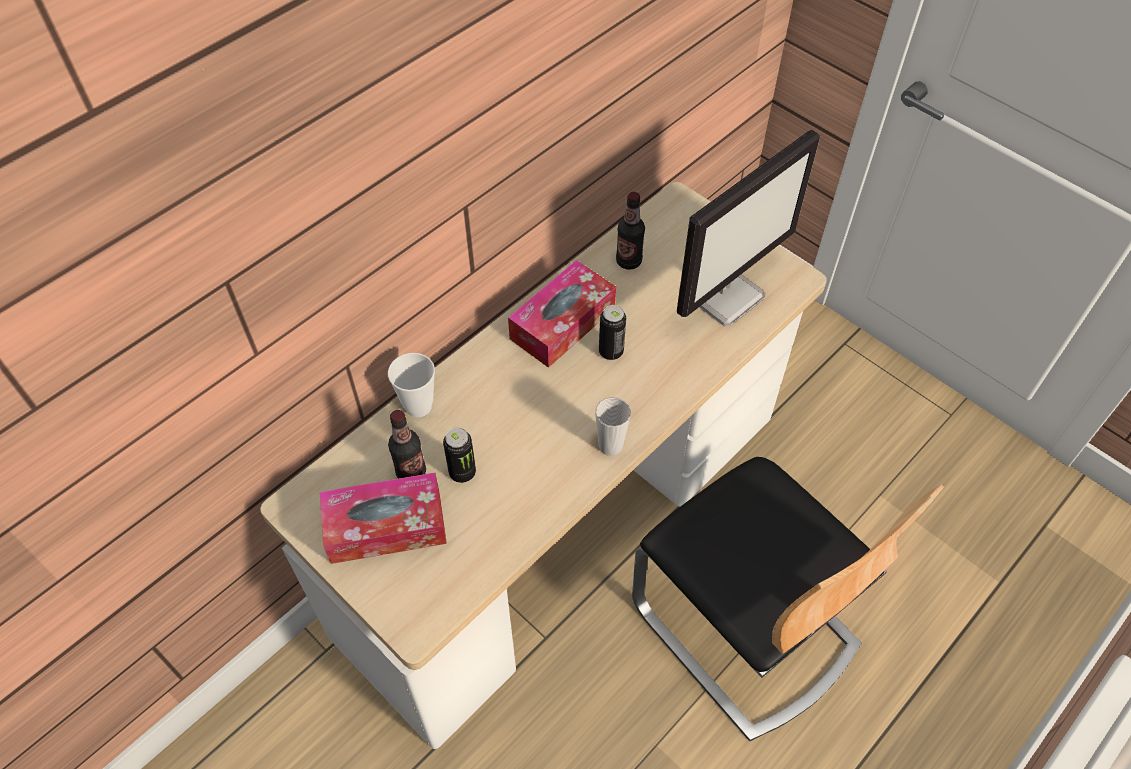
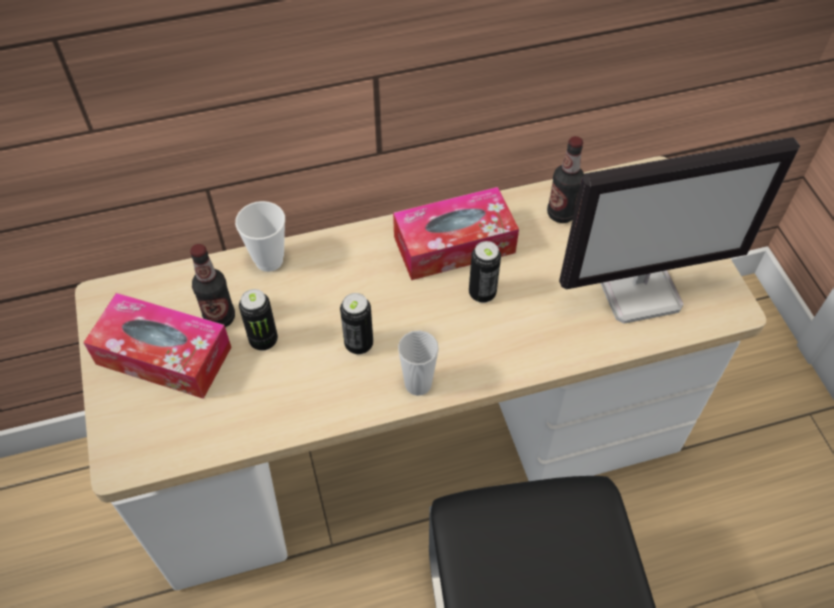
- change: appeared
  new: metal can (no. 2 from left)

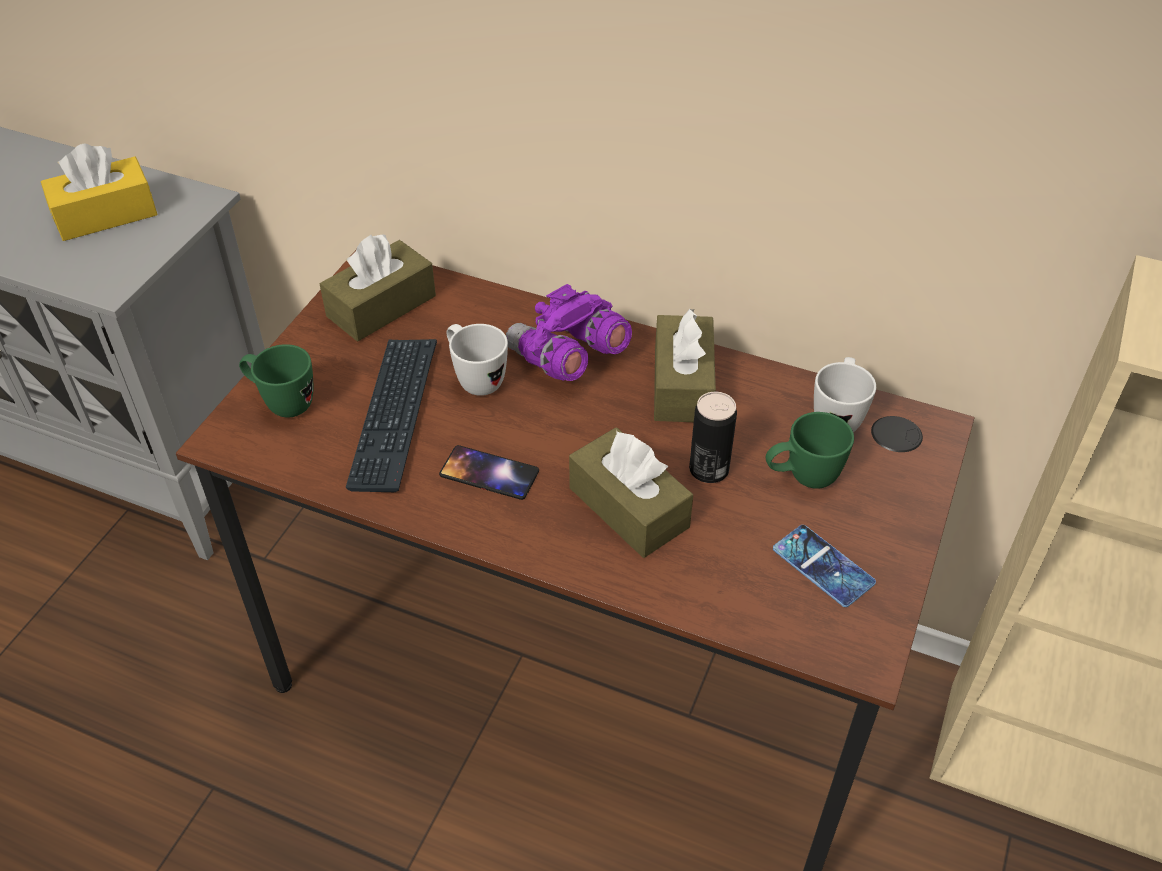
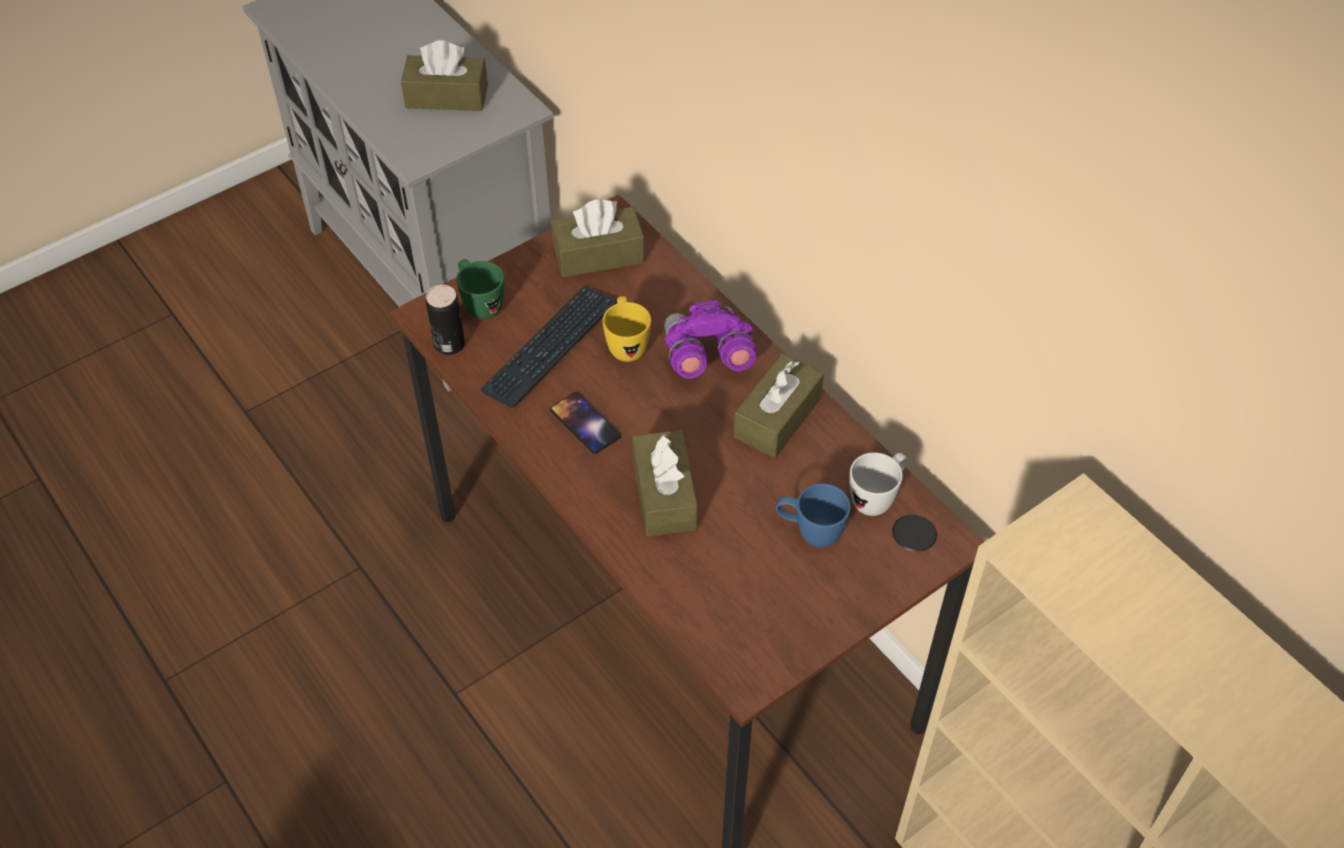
- change: colour
  old: box of tissues (yellow-coloured)
  new: box of tissues (brown) (no. 1 from left)
- change: colour
  old: coffee mug (whitish) (no. 1 from left)
  new: coffee mug (yellow-coloured)
- change: relocated
  old: metal can
- change: colour
  old: coffee mug (green) (no. 2 from left)
  new: coffee mug (blue-coloured)
- change: missing
  old: telephone (no. 2 from left)

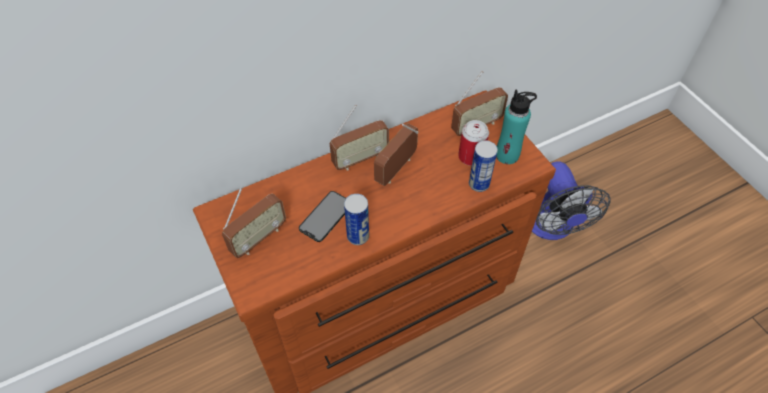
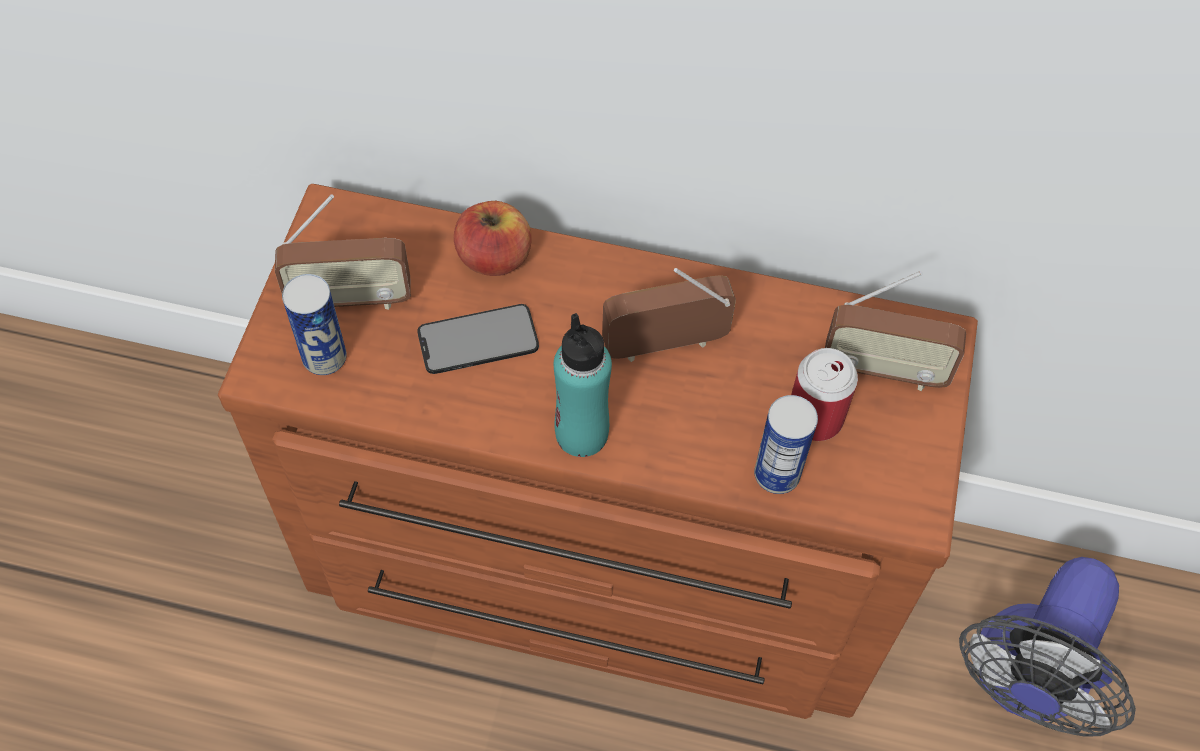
- change: relocated
  old: drink bottle (turquoise)
- change: missing
  old: radio (no. 2 from left)
- change: relocated
  old: metal can (no. 1 from left)
- change: appeared
  new: apple

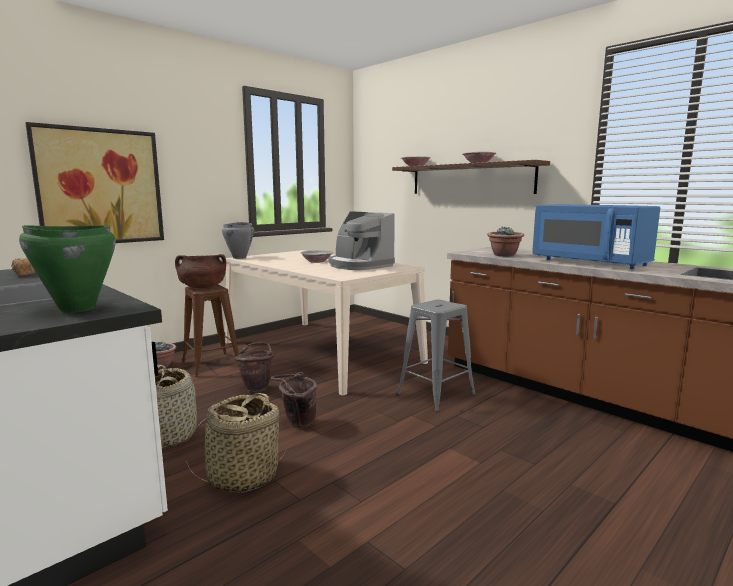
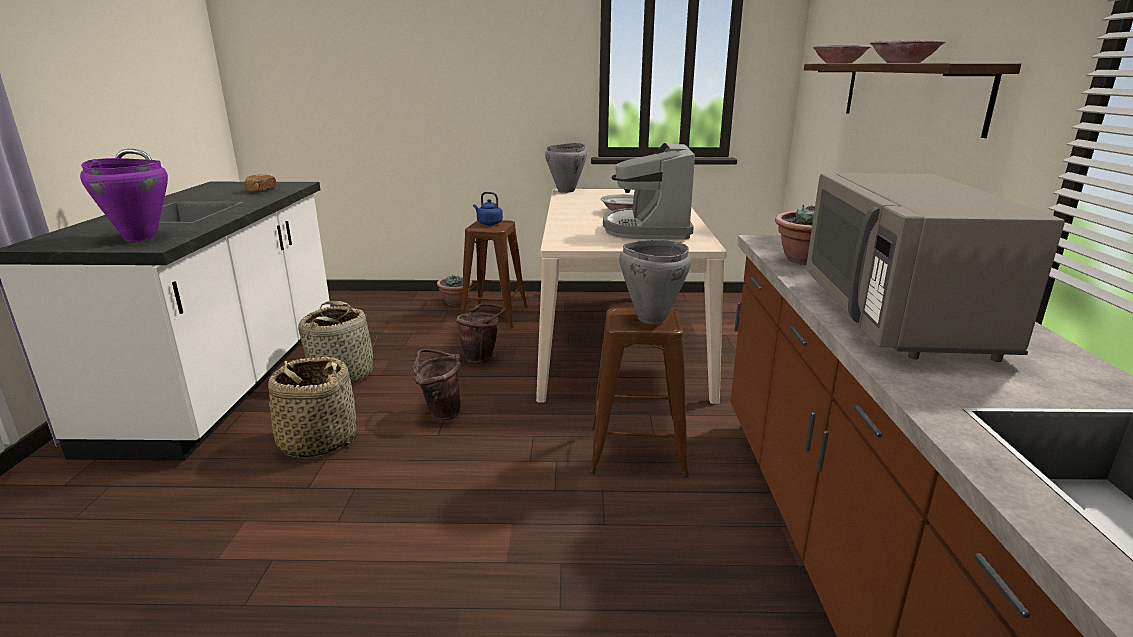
- change: missing
  old: wall art
- change: colour
  old: kitchen microwave (blue-coloured)
  new: kitchen microwave (greyish)
- change: colour
  old: stockpot (green)
  new: stockpot (purple)
- change: exchanged
  old: stockpot (brown)
  new: tea kettle (blue-coloured)
- change: colour
  old: stool seat (greyish)
  new: stool seat (brown) (no. 2 from left)
- change: appeared
  new: stockpot (greyish) (no. 2 from left)

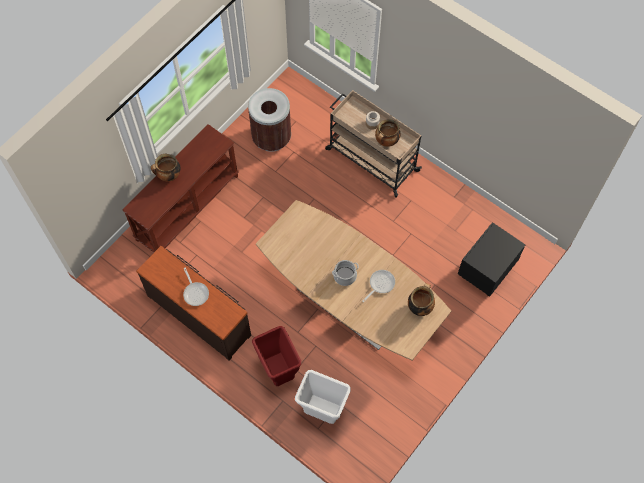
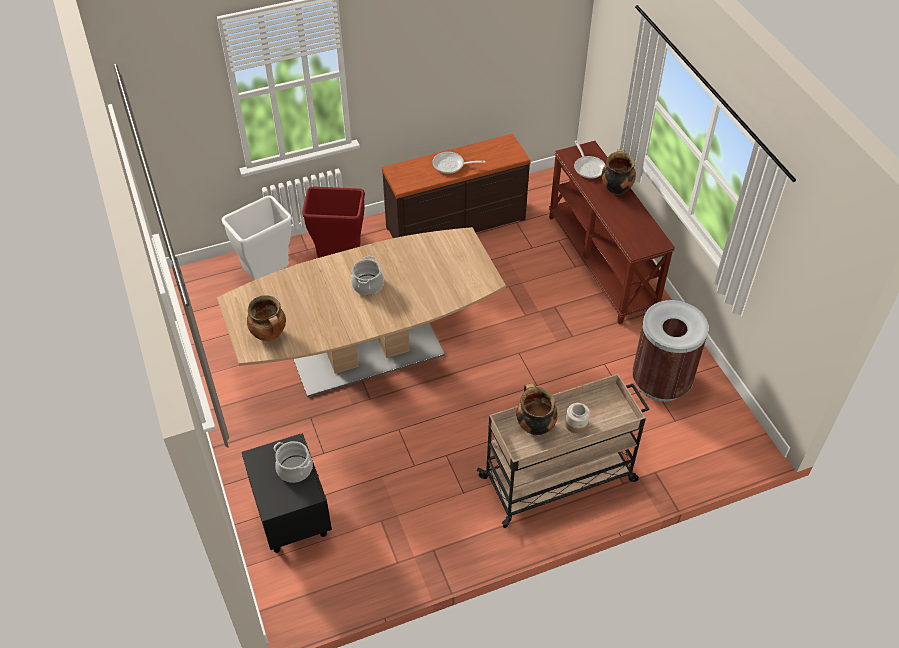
- change: relocated
  old: skillet (no. 2 from left)
- change: appeared
  new: stockpot (no. 2 from left)

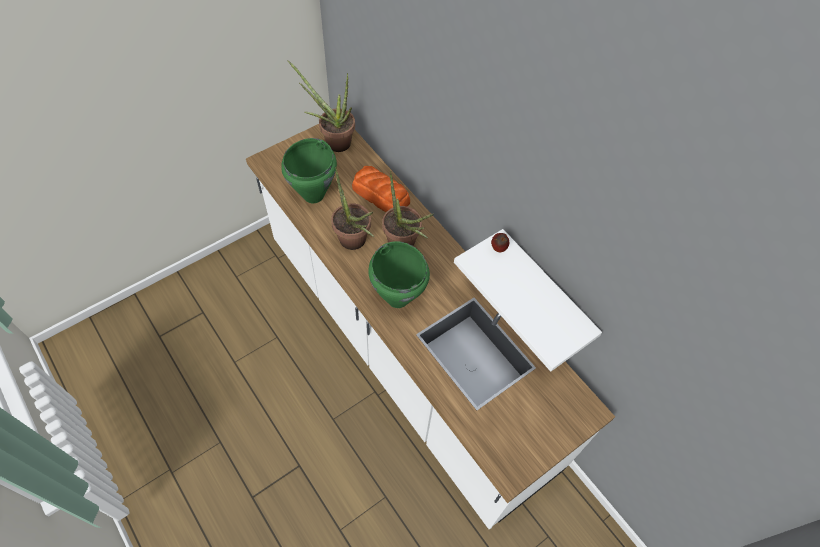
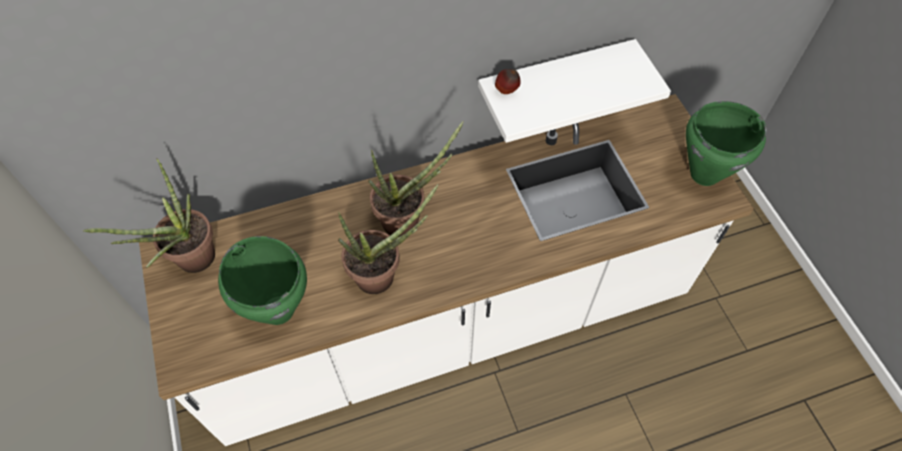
- change: missing
  old: baked bread
- change: relocated
  old: stockpot (green) (no. 2 from left)

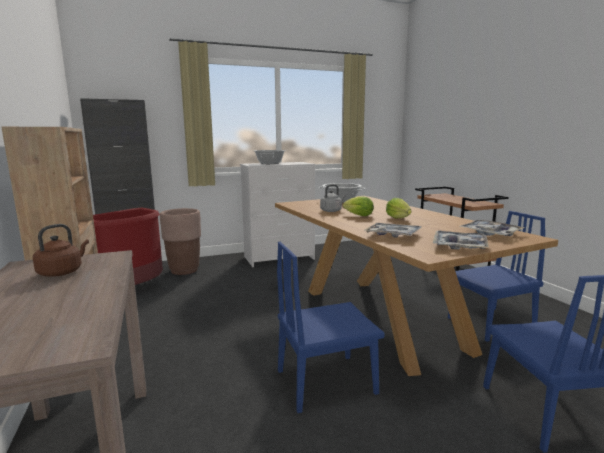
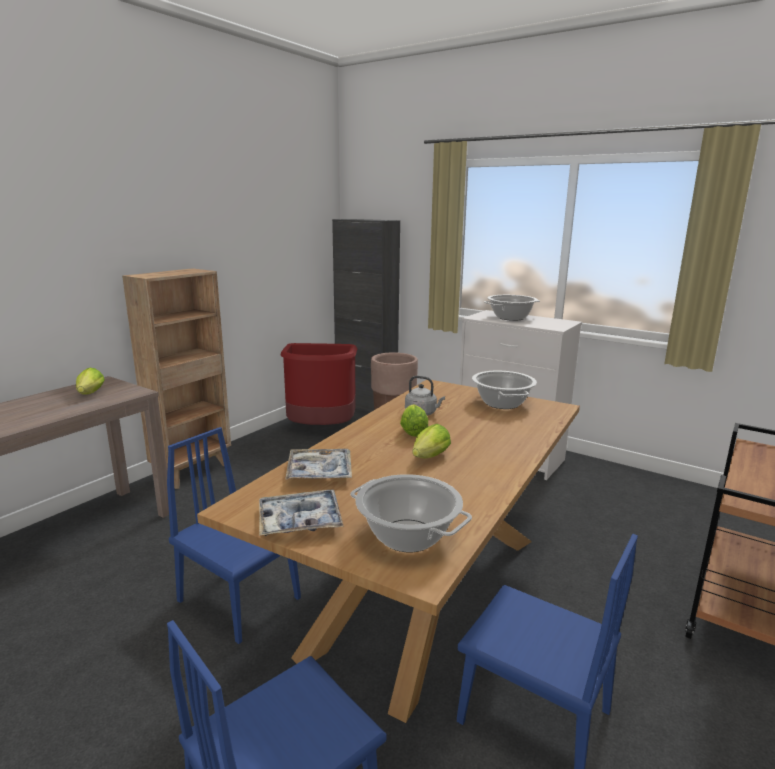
- change: exchanged
  old: serving tray (no. 3 from left)
  new: stockpot (no. 1 from left)
- change: exchanged
  old: tea kettle (brown)
  new: lettuce (no. 1 from left)

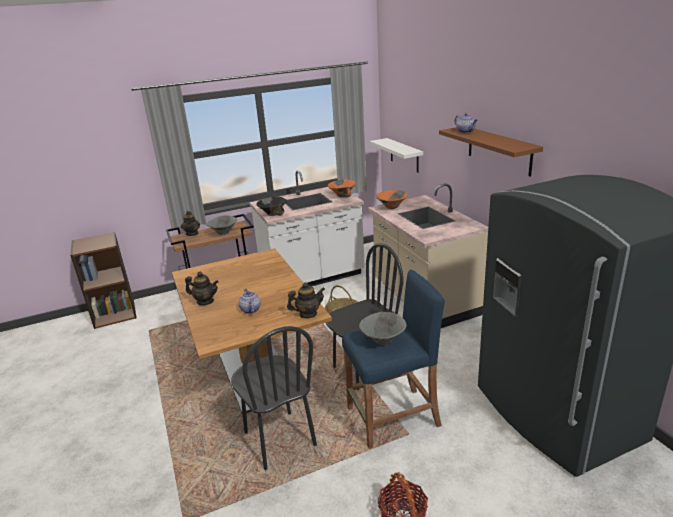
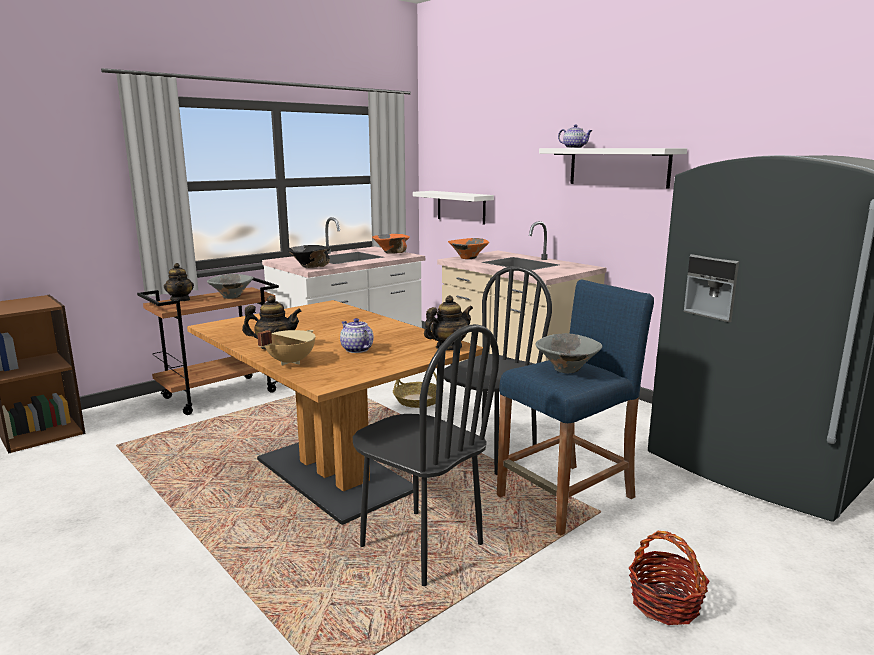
- change: colour
  old: wall shelf (brown)
  new: wall shelf (whitish) (no. 2 from left)
- change: appeared
  new: stockpot (beige-coloured)

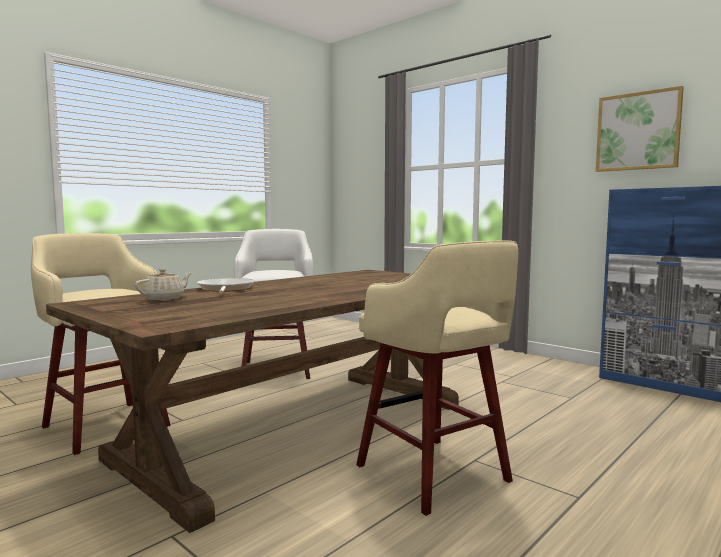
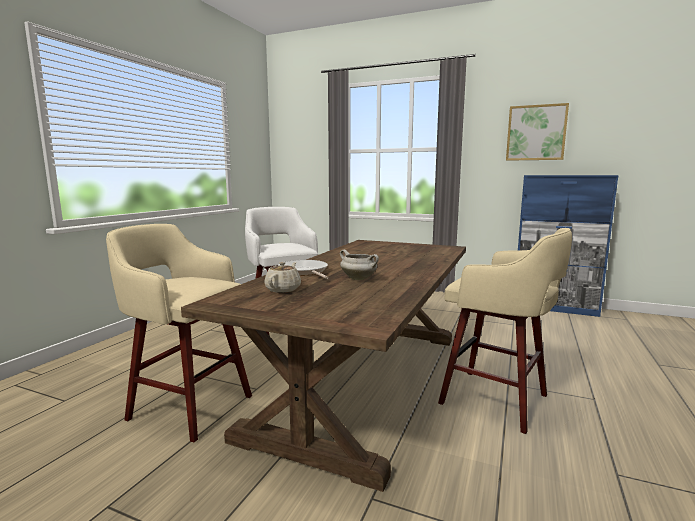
- change: appeared
  new: stockpot (whitish)

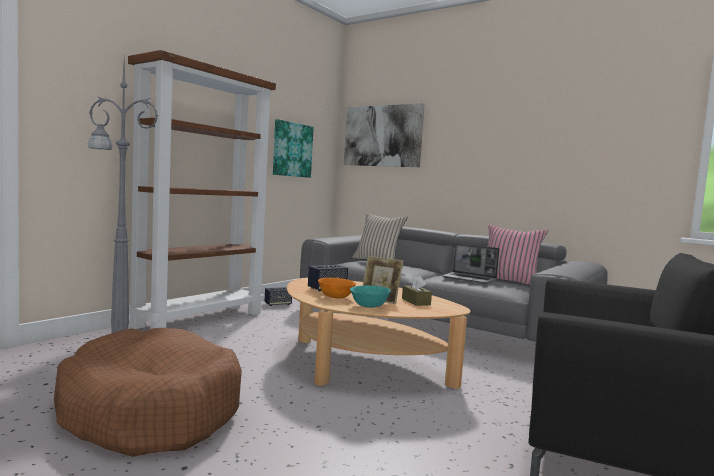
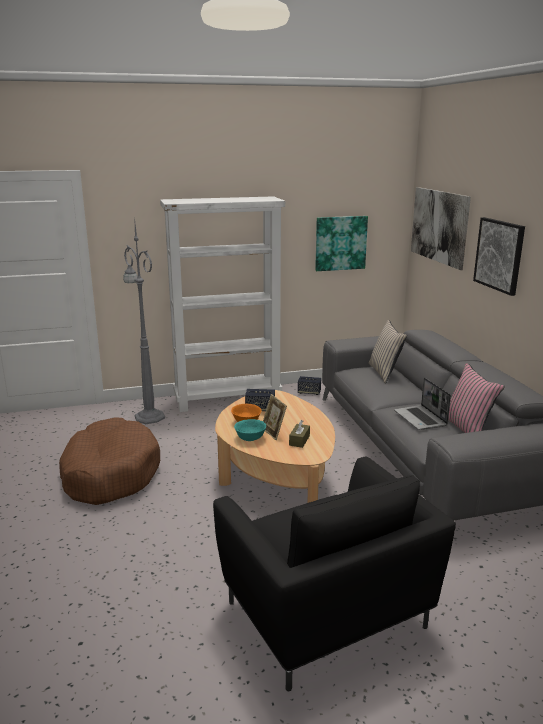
- change: colour
  old: bookcase (brown)
  new: bookcase (whitish)
- change: appeared
  new: wall art (no. 3 from left)

